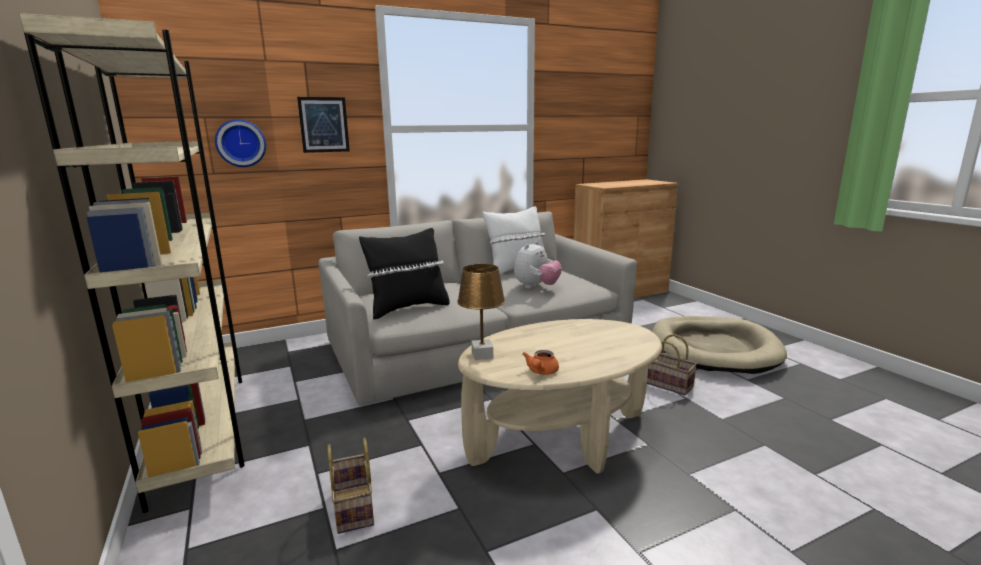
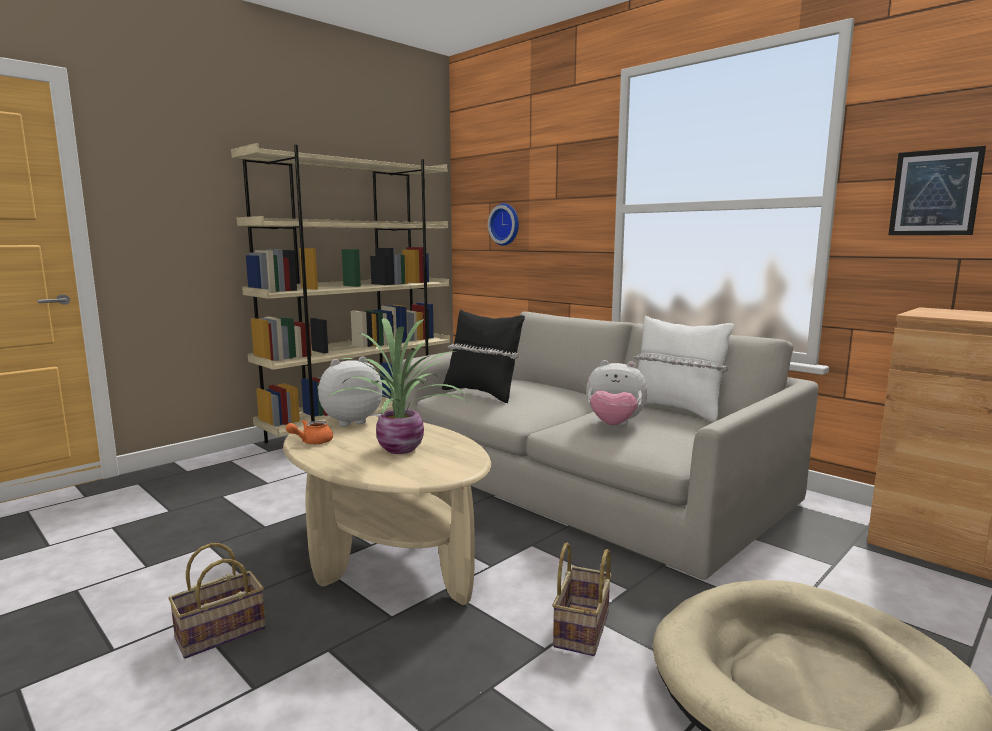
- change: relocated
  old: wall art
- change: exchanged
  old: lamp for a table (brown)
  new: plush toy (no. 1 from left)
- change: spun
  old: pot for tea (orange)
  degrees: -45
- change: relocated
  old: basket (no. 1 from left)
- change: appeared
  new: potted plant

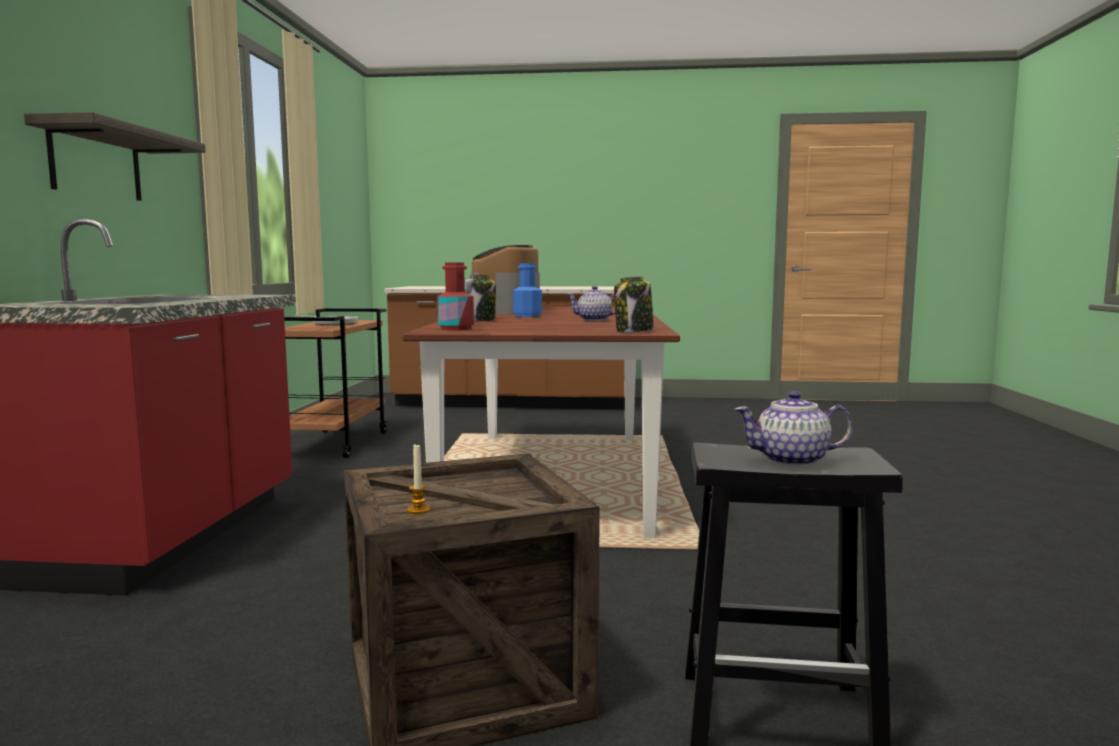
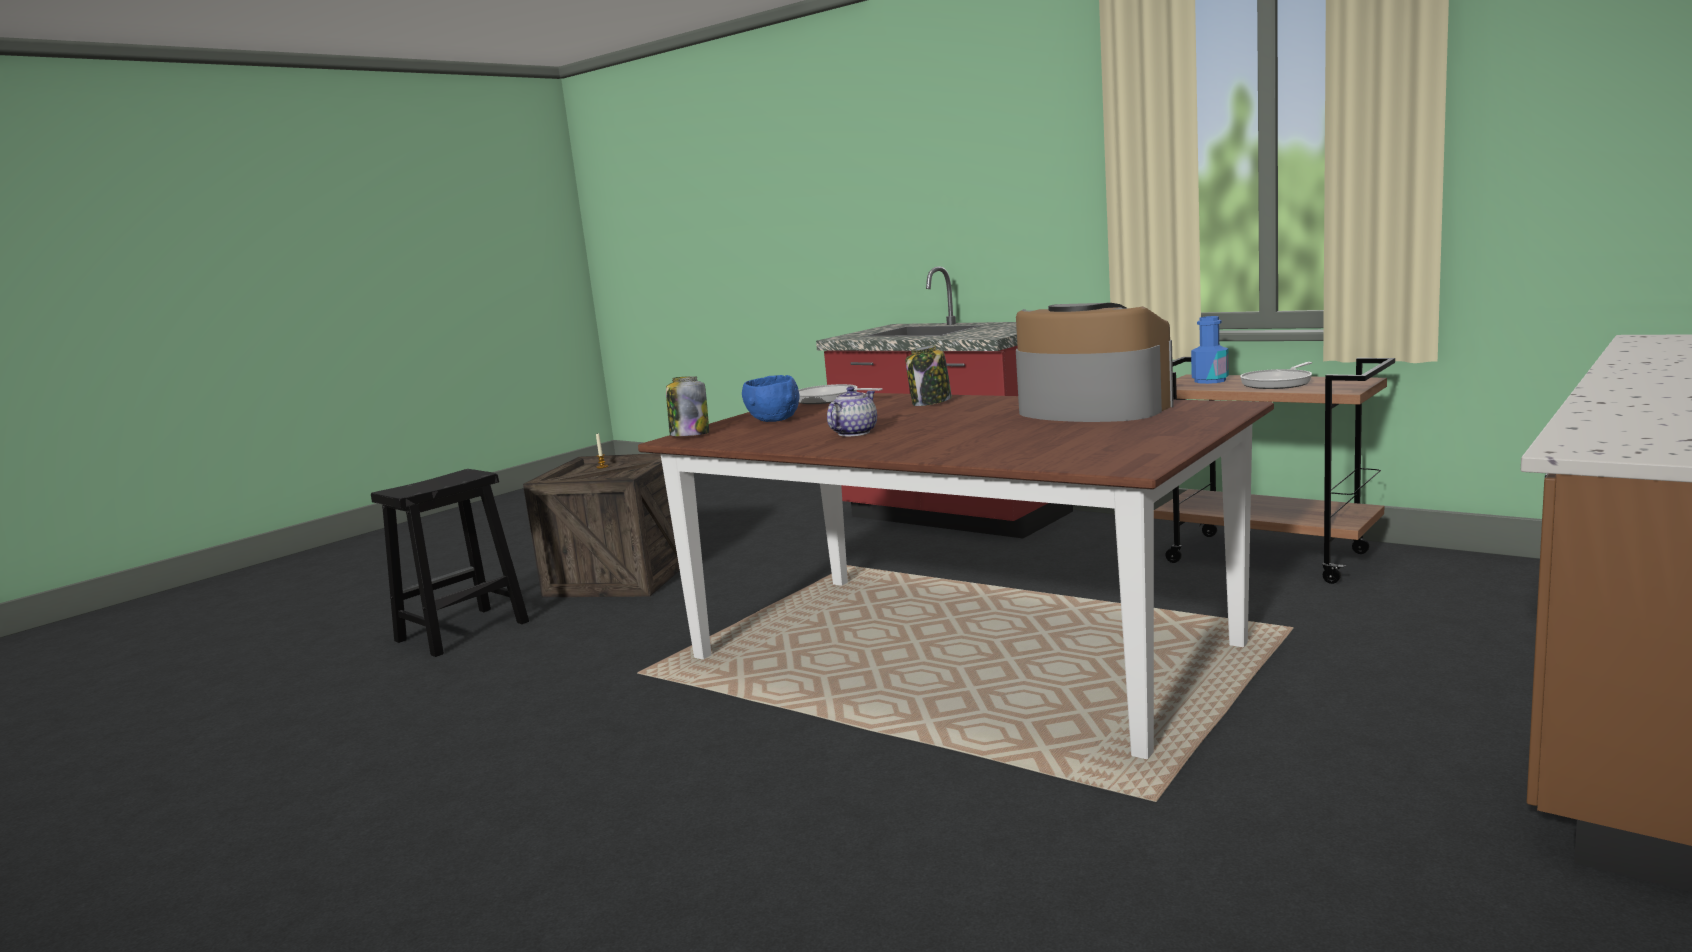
- change: missing
  old: wall shelf
- change: exchanged
  old: drink bottle (red-coloured)
  new: skillet (no. 1 from left)
- change: relocated
  old: drink bottle (blue-coloured)
- change: missing
  old: pot for tea (no. 2 from left)
- change: appeared
  new: serving bowl (blue-coloured)

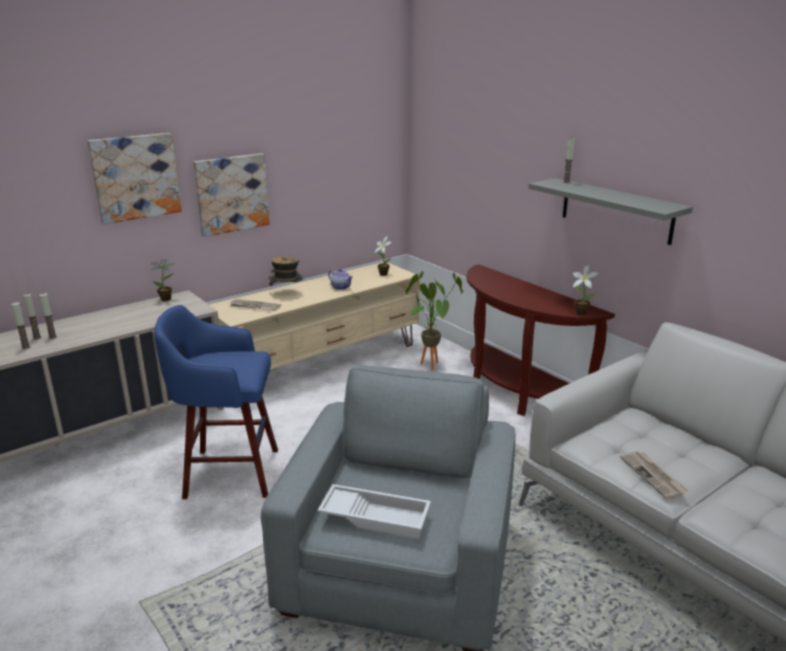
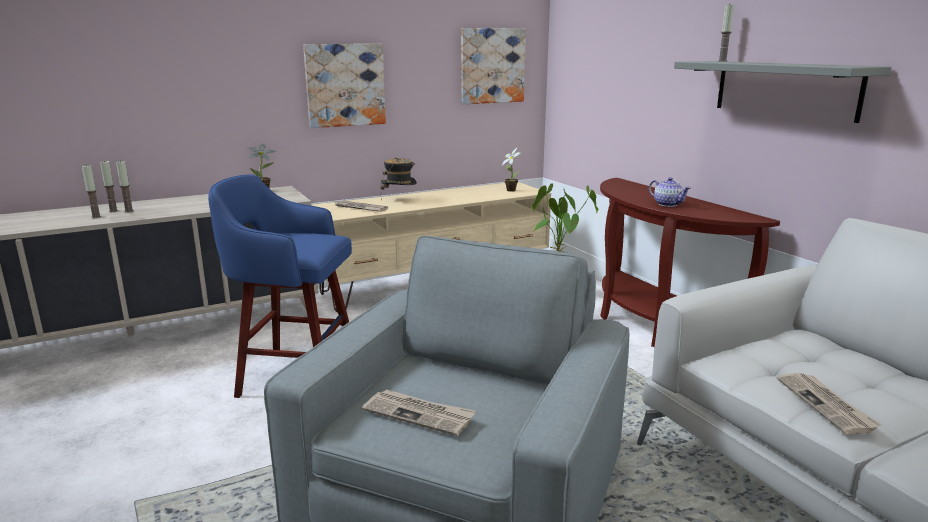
- change: relocated
  old: wall art (no. 1 from left in the first image)
  new: wall art (no. 2 from left)
- change: missing
  old: potted plant (no. 4 from left)
- change: relocated
  old: pot for tea
- change: exchanged
  old: serving tray (whitish)
  new: newspaper (no. 2 from left)

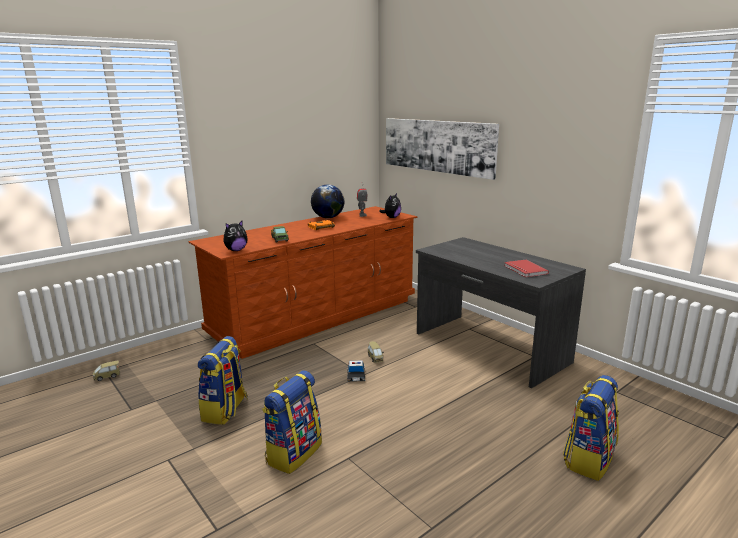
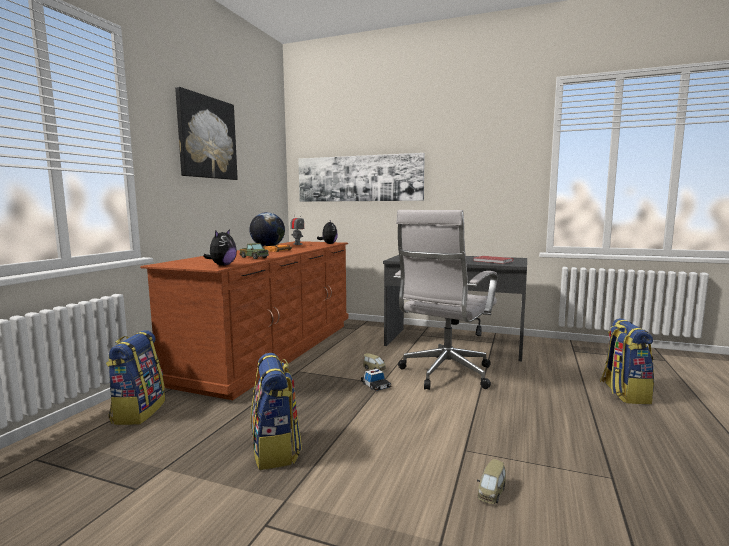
- change: relocated
  old: miniature car (no. 1 from left in the first image)
  new: miniature car (no. 3 from left)
- change: relocated
  old: backpack (no. 2 from left in the first image)
  new: backpack (no. 1 from left)
- change: appeared
  new: wall art (no. 1 from left)
- change: appeared
  new: office chair (whitish)

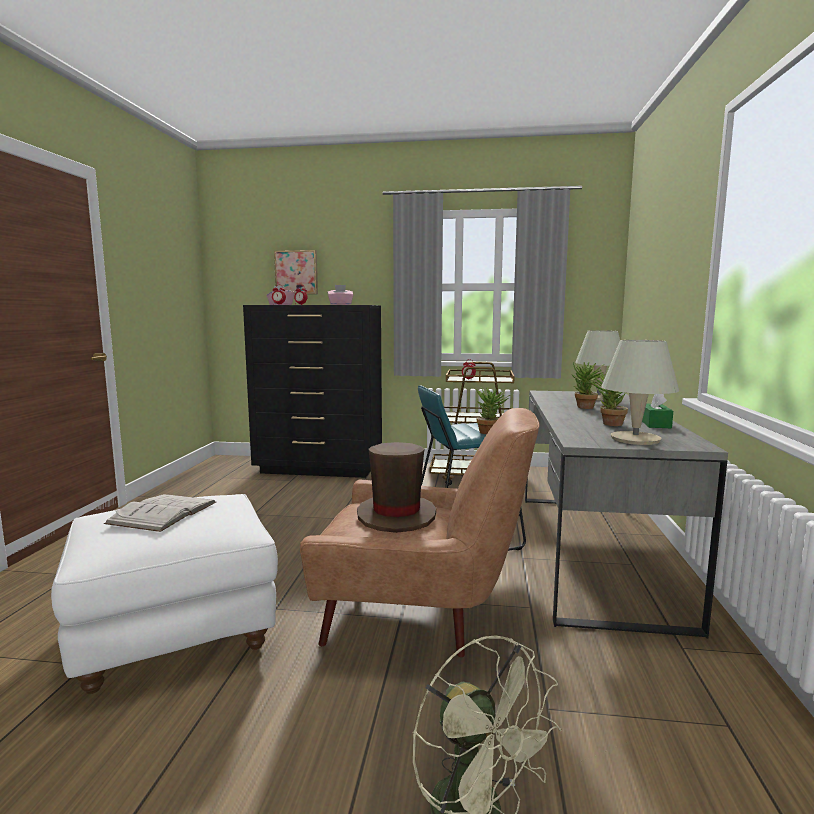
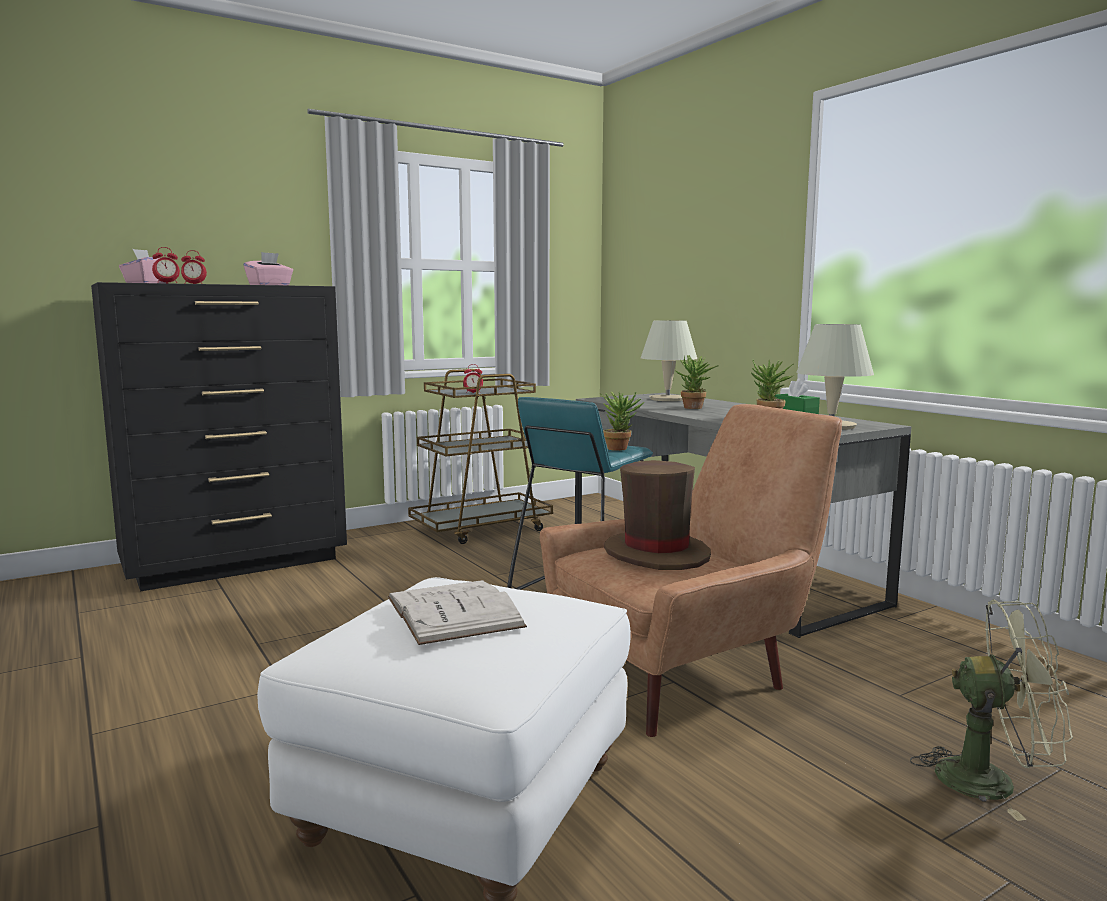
- change: missing
  old: wall art

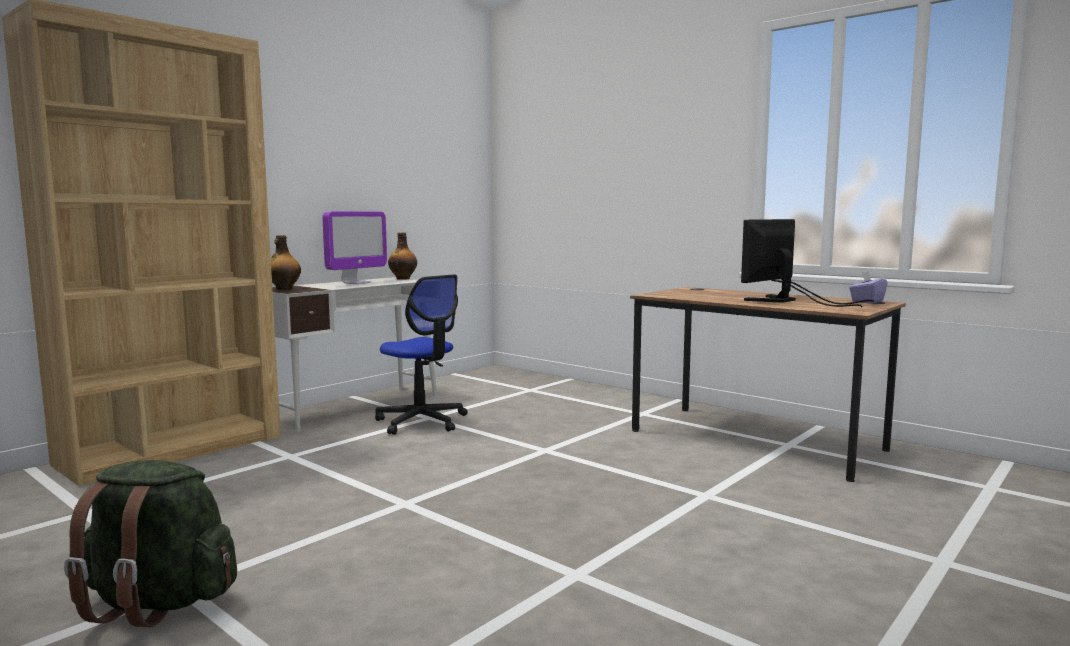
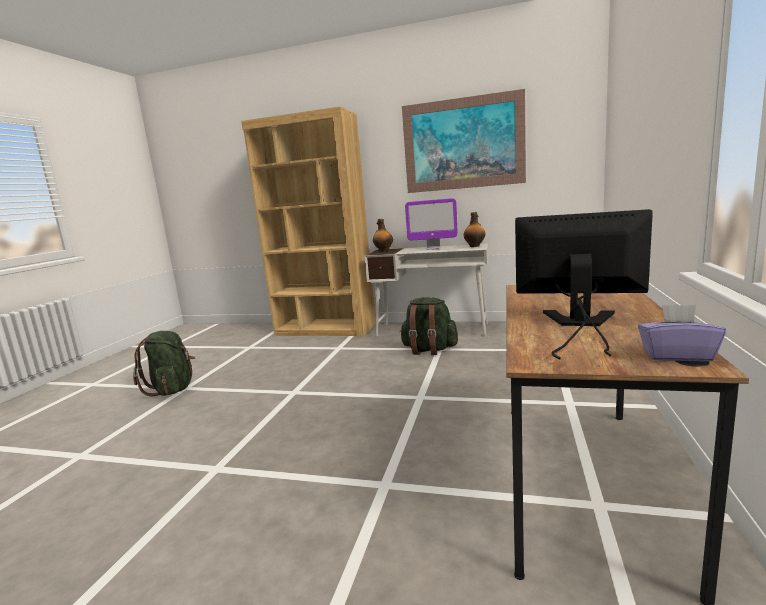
- change: exchanged
  old: office chair
  new: backpack (green) (no. 2 from left)
- change: appeared
  new: wall art

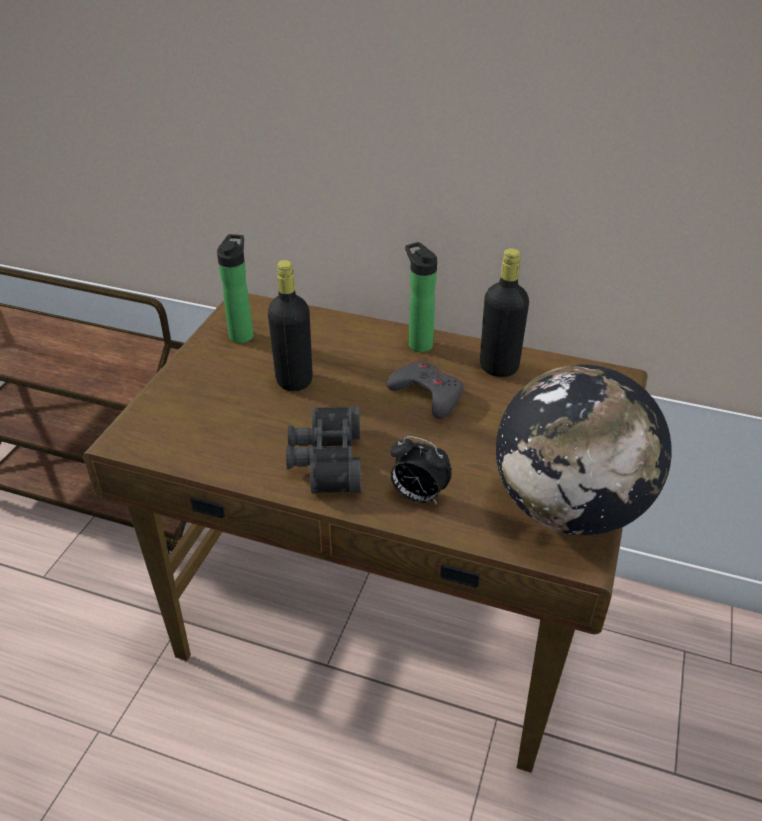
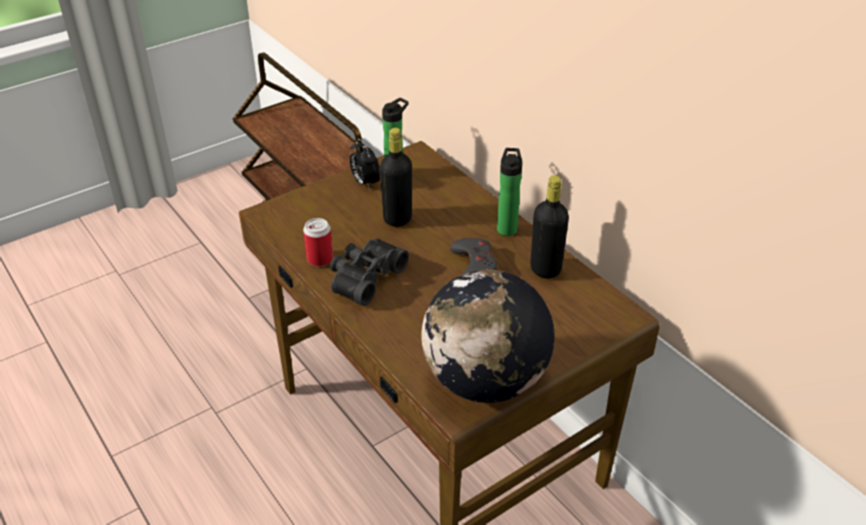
- change: relocated
  old: bedside clock
- change: appeared
  new: metal can

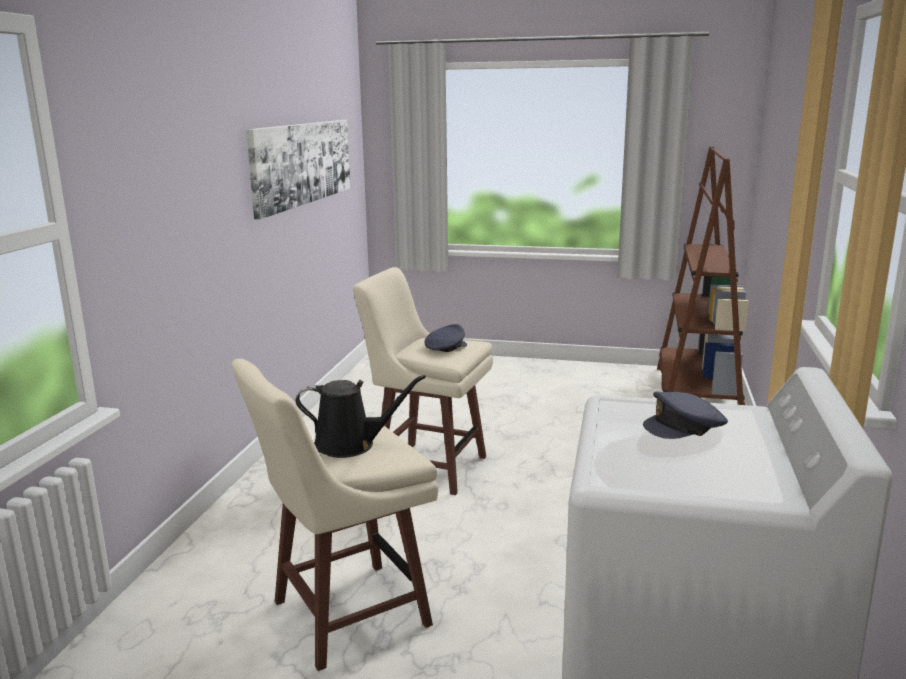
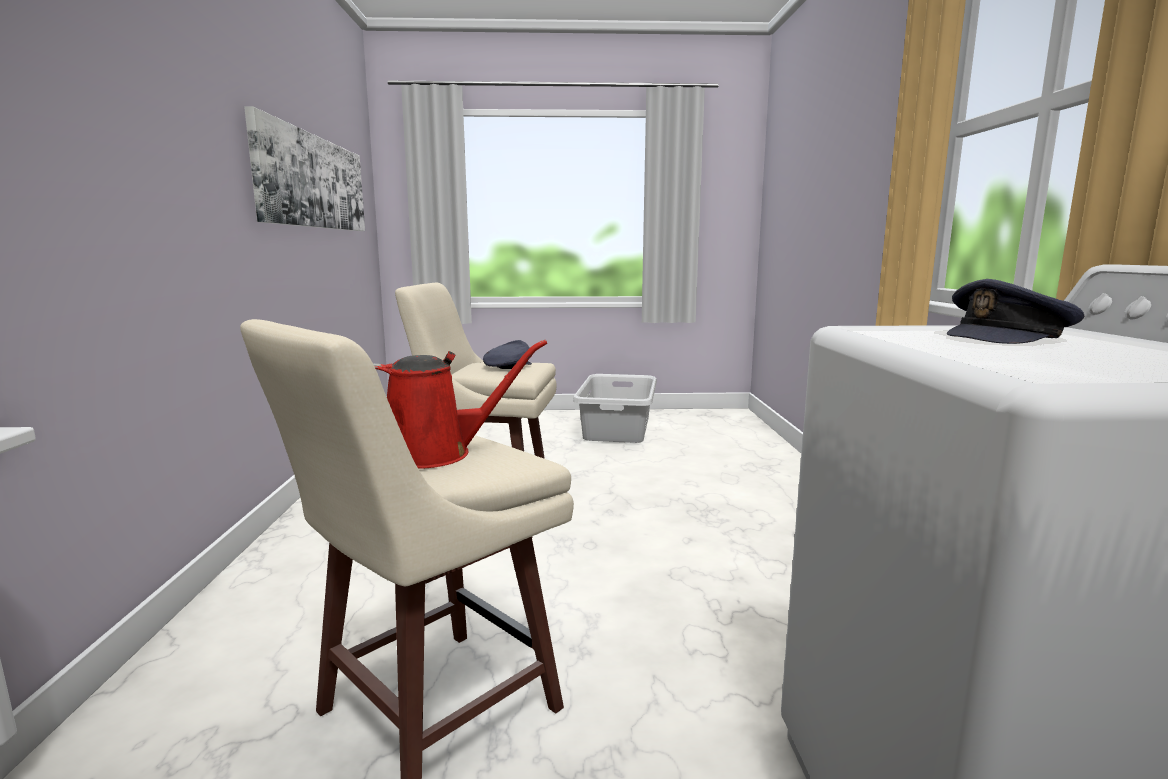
- change: missing
  old: bookcase (brown)
- change: colour
  old: watering can (black-coloured)
  new: watering can (red-coloured)
- change: appeared
  new: washing basket (greyish)

